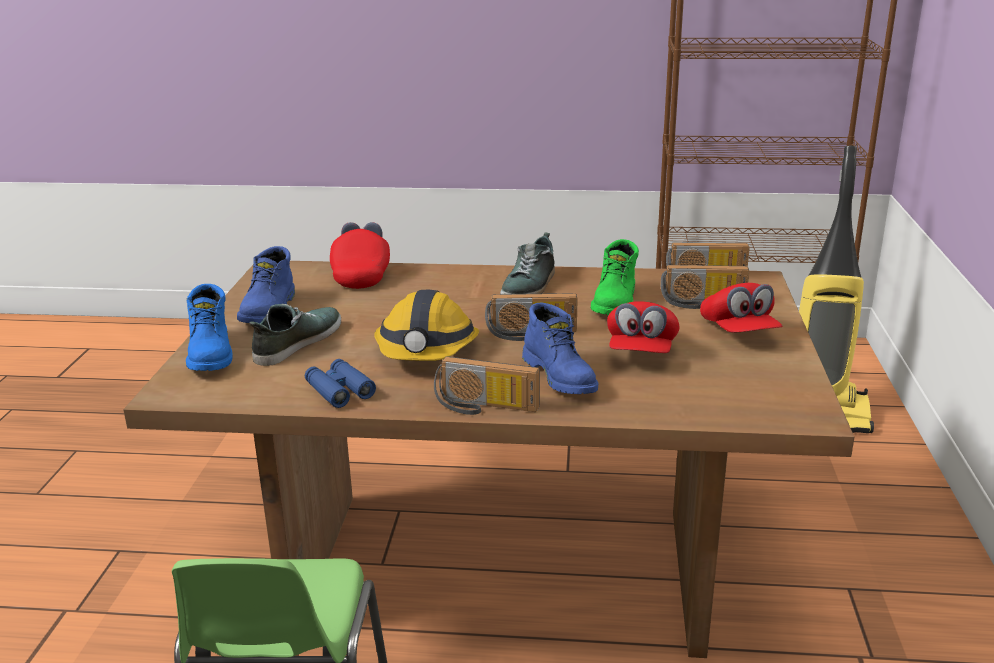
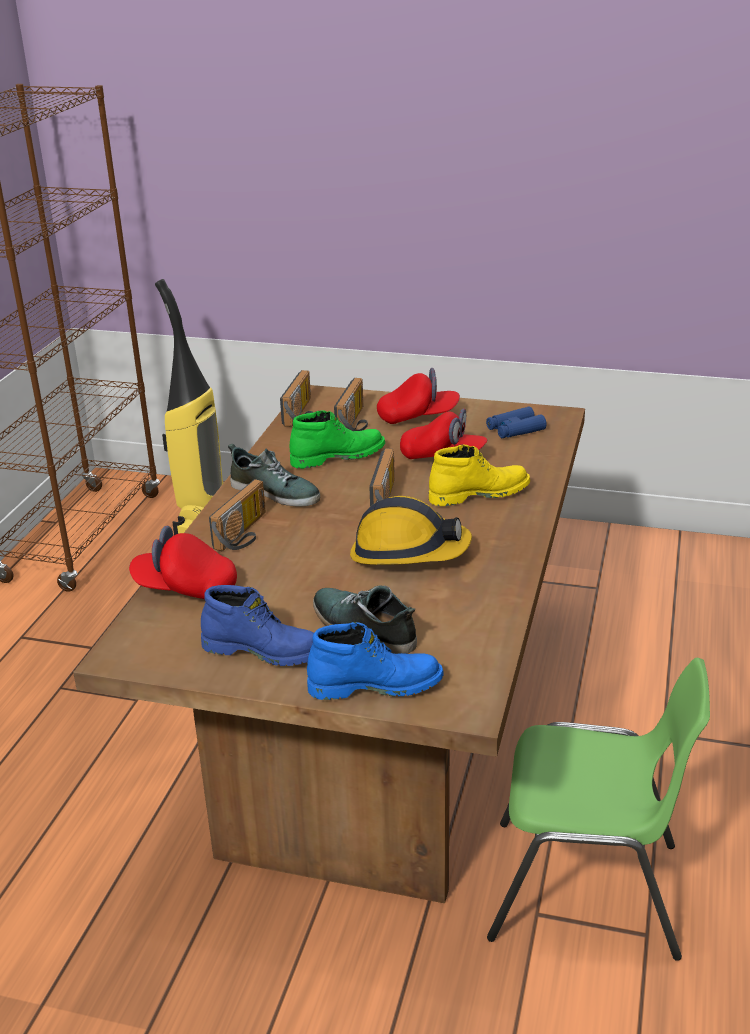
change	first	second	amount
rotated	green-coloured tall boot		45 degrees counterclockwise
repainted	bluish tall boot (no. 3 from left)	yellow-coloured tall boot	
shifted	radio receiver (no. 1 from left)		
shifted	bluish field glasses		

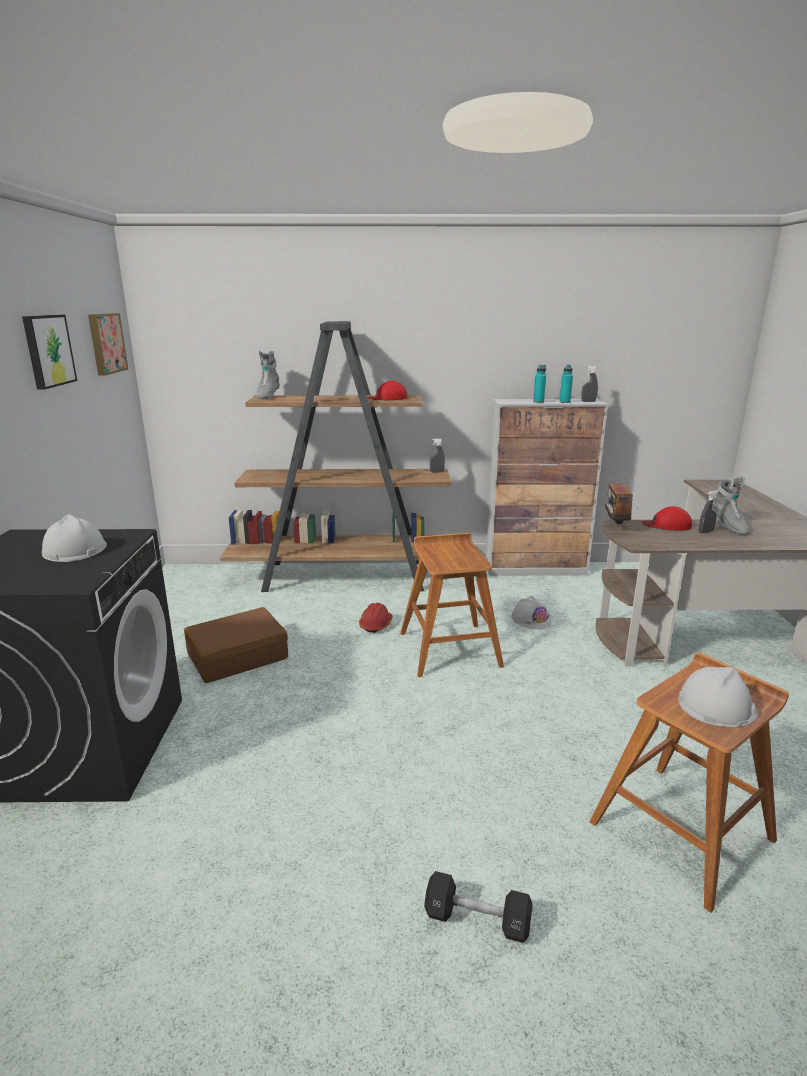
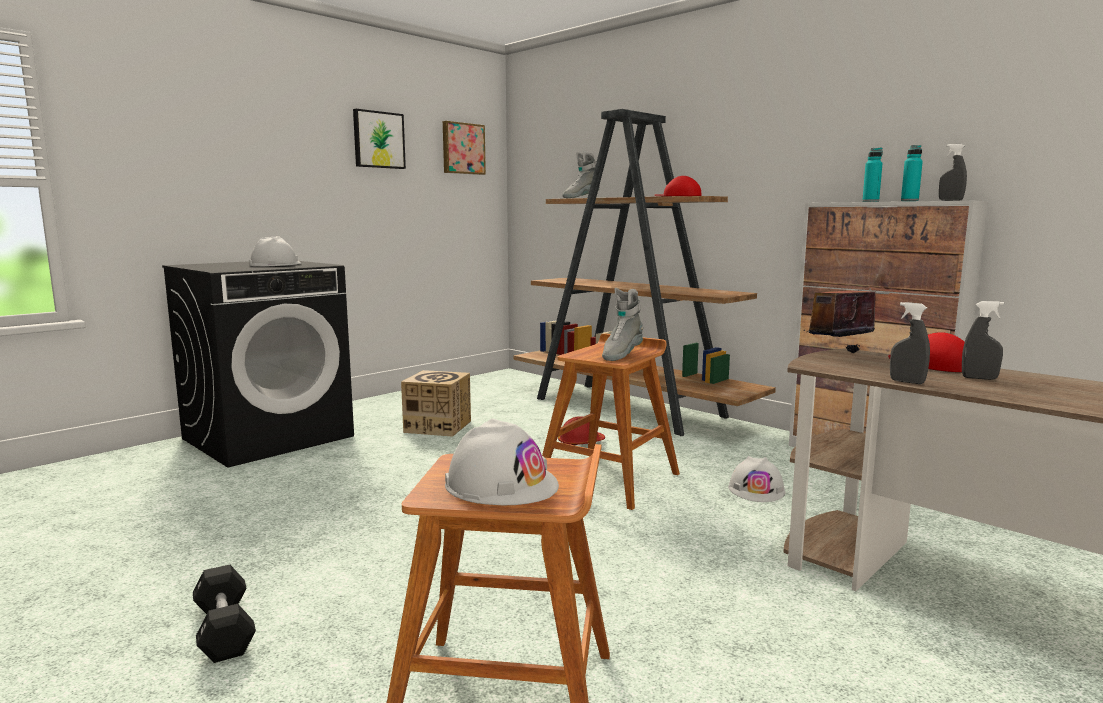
change	first	second	amount
shifted	gray sprayer (no. 1 from left)		
shifted	gray tall boot (no. 2 from left)		
swapped	brown-coloured piece of luggage	cardboard box	

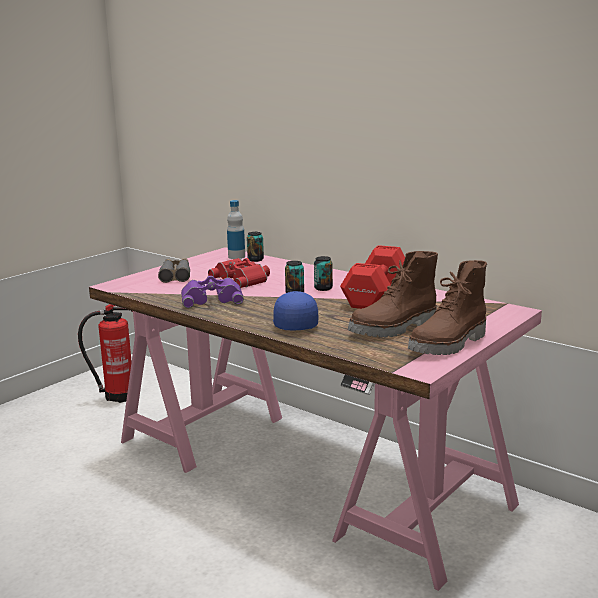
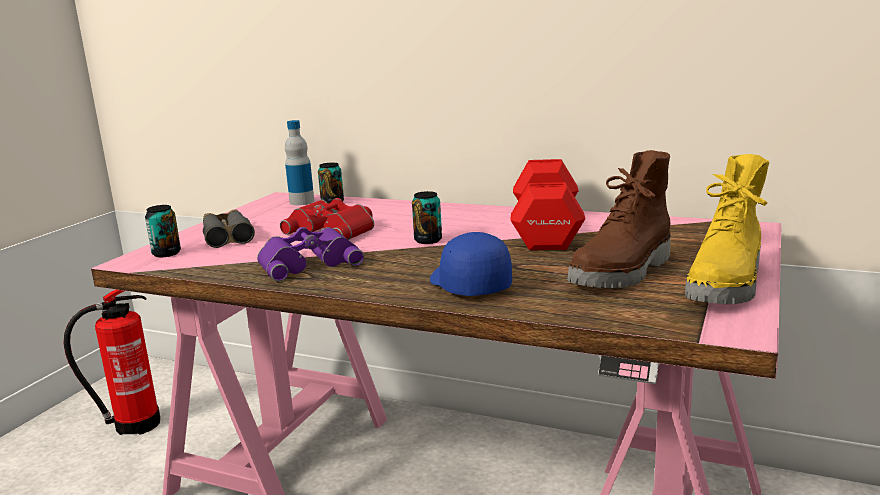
change	first	second	amount
shifted	can (no. 3 from left in the first image)	can (no. 1 from left)	
repainted	brown-coloured tall boot (no. 2 from left)	yellow-coloured tall boot	

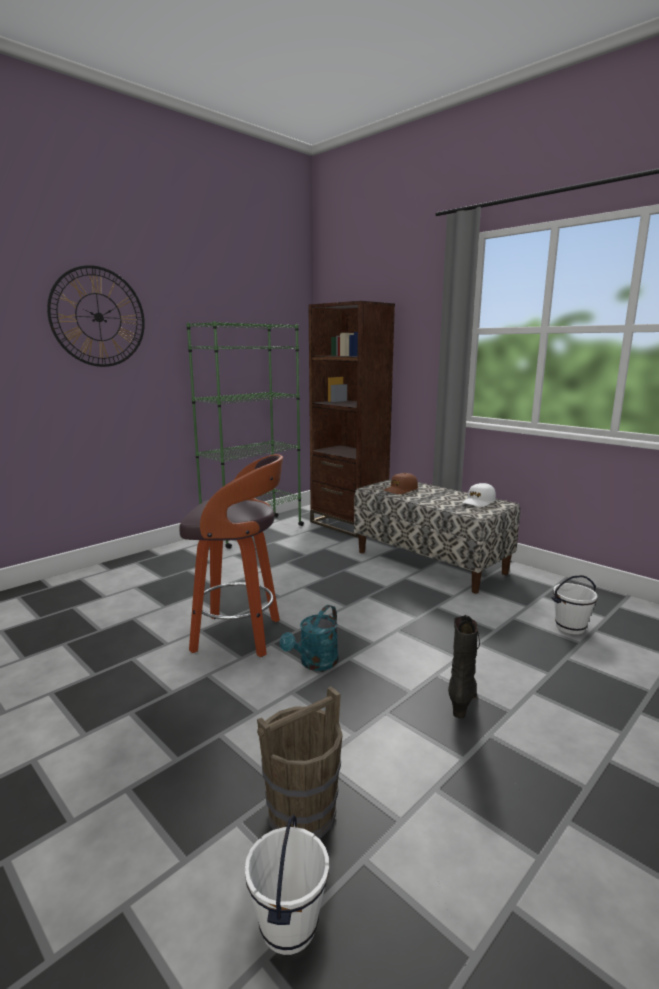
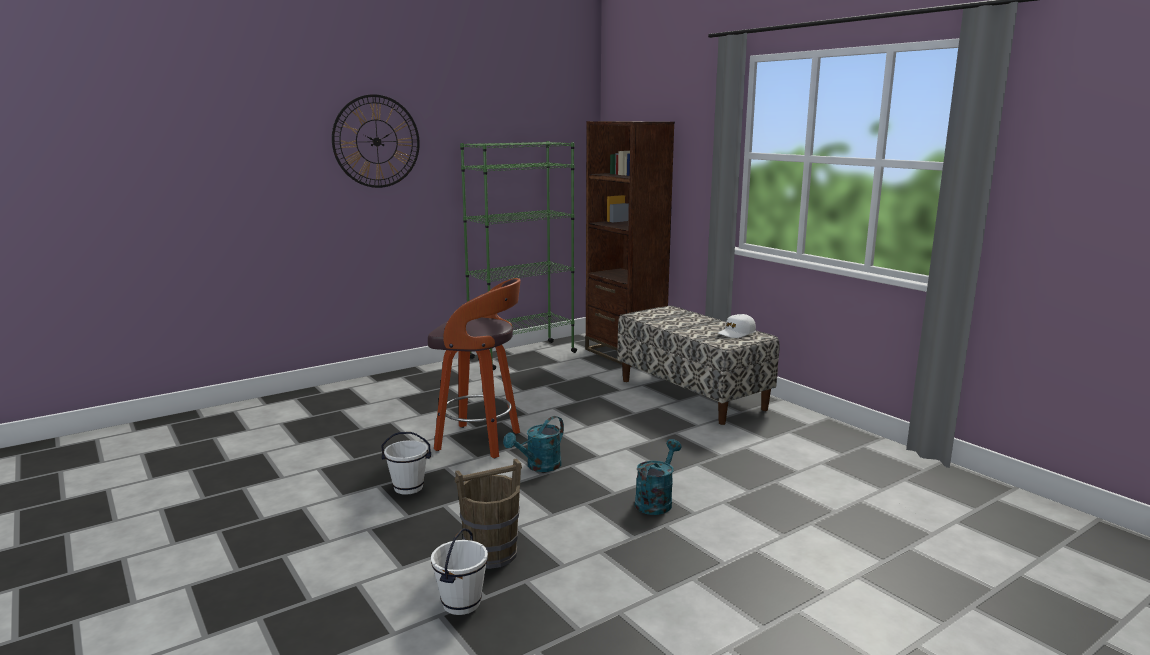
change	first	second	amount
gone	brown-coloured cap		
shifted	white pail (no. 2 from left in the first image)	white pail (no. 1 from left)	
swapped	black tall boot	turquoise watering can (no. 2 from left)	

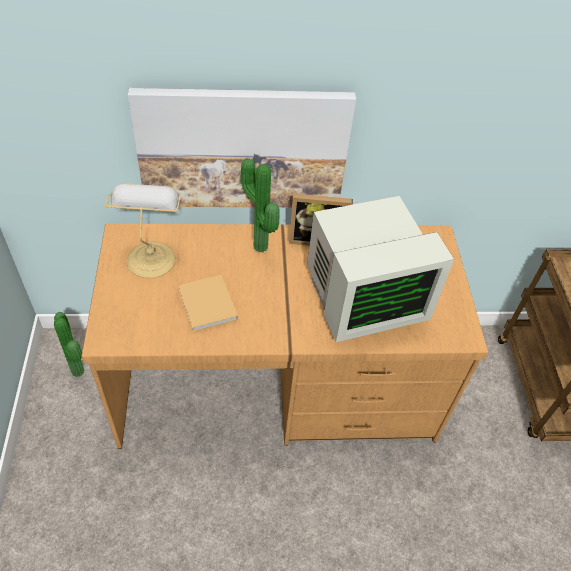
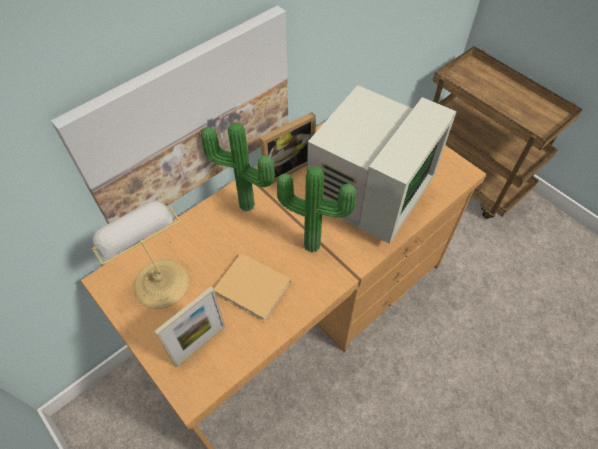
change	first	second	amount
shifted	houseplant (no. 1 from left in the first image)	houseplant (no. 2 from left)	
new		standing frame (no. 1 from left)	

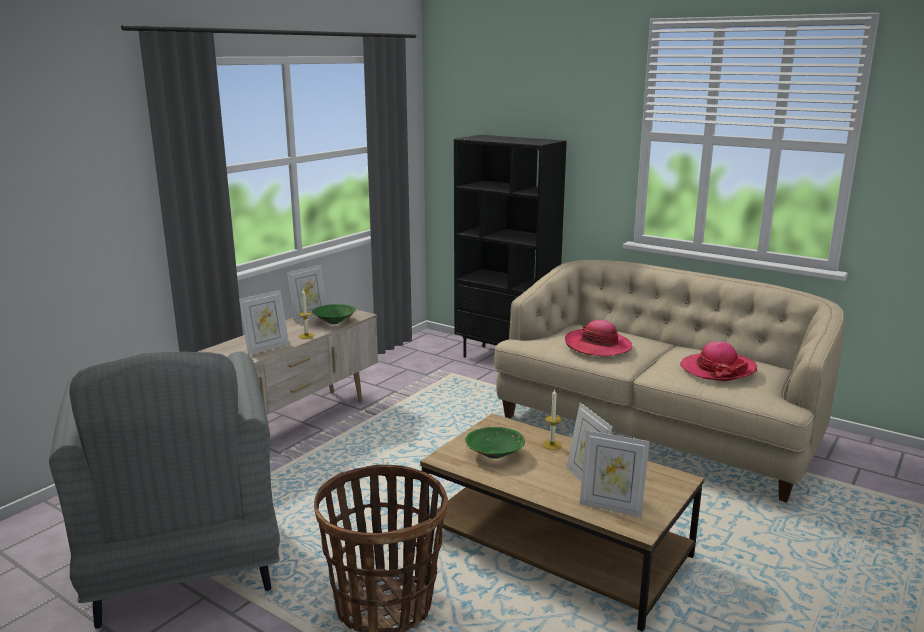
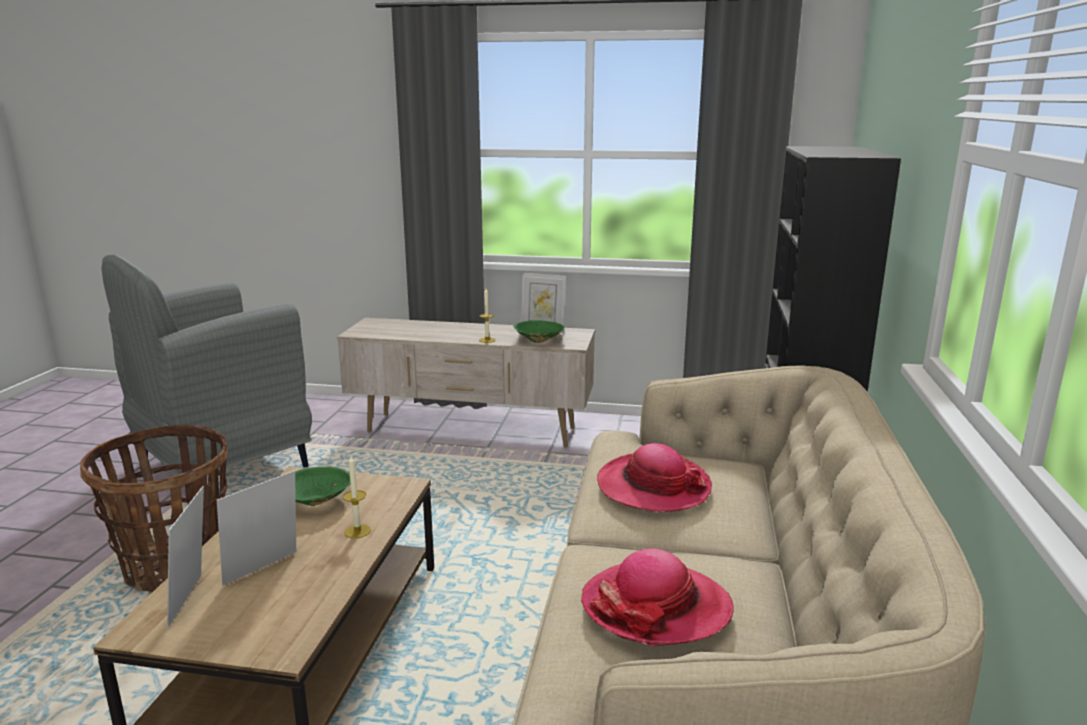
change	first	second	amount
gone	standing frame (no. 1 from left)		

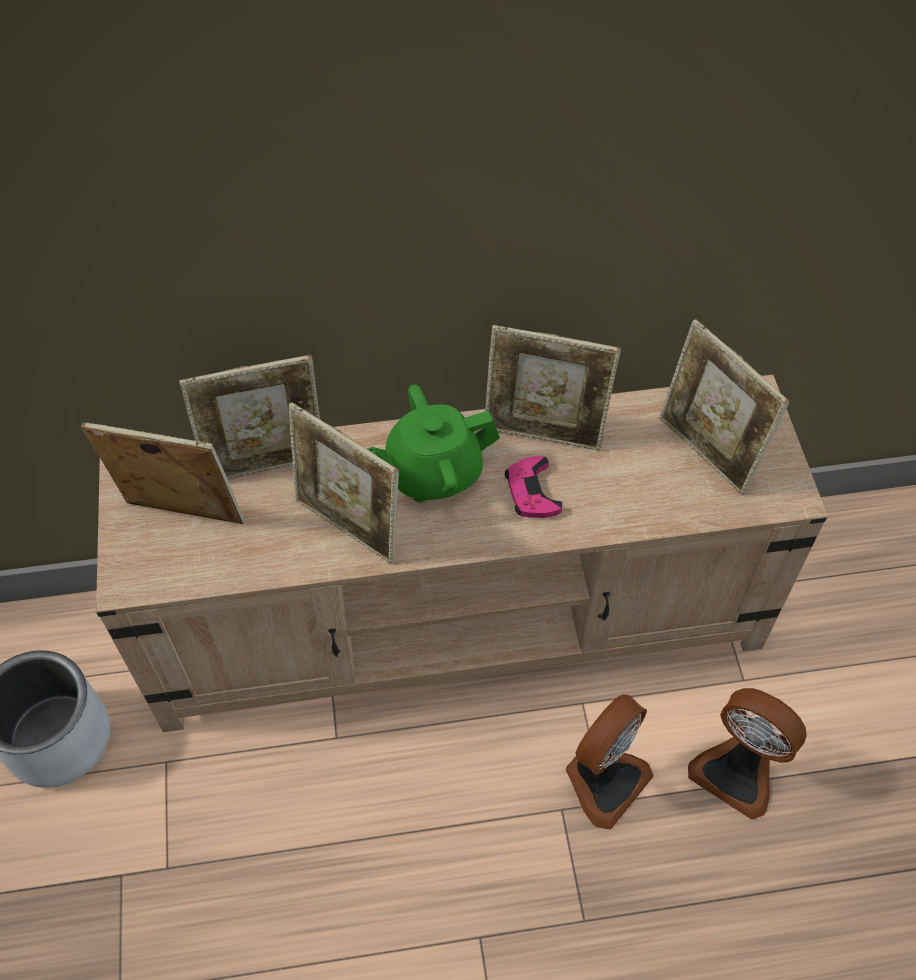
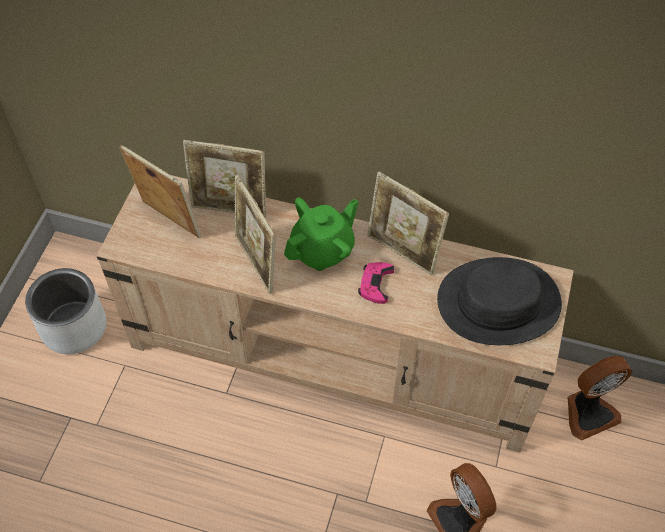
change	first	second	amount
swapped	standing frame (no. 5 from left)	black wearable hat	
rotated	green-coloured pot for tea		135 degrees clockwise
shifted	cooling fan (no. 1 from left in the first image)	cooling fan (no. 2 from left)	

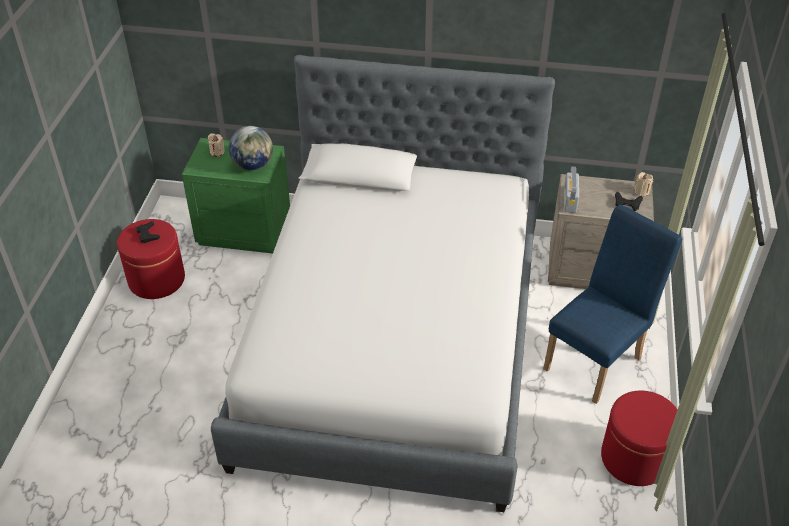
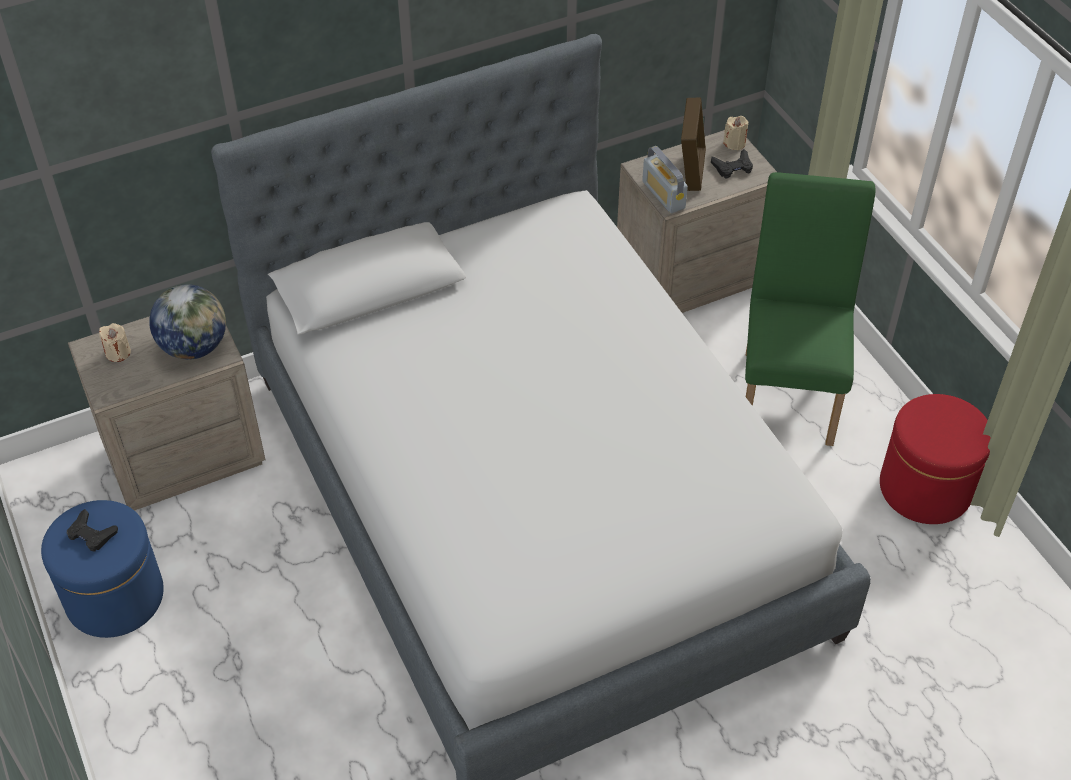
change	first	second	amount
repainted	green-coloured nightstand	beige nightstand (no. 1 from left)	
repainted	bluish upright chair	green-coloured upright chair	
repainted	red-coloured pouffe (no. 1 from left)	bluish pouffe	
new		standing frame	

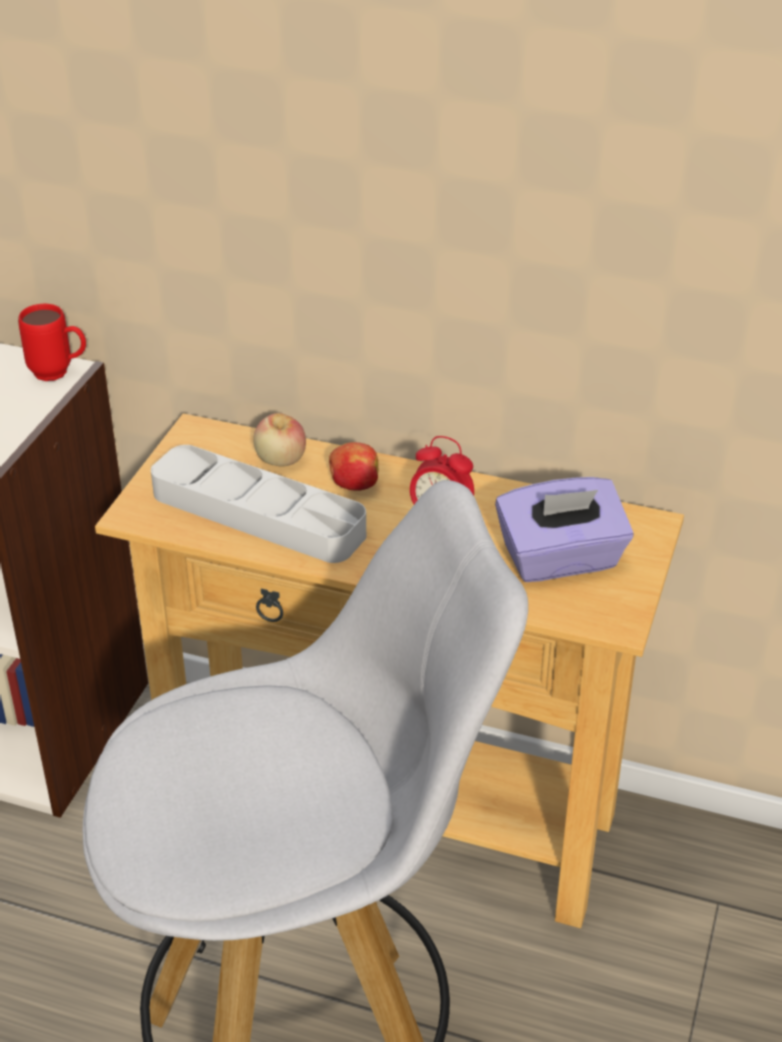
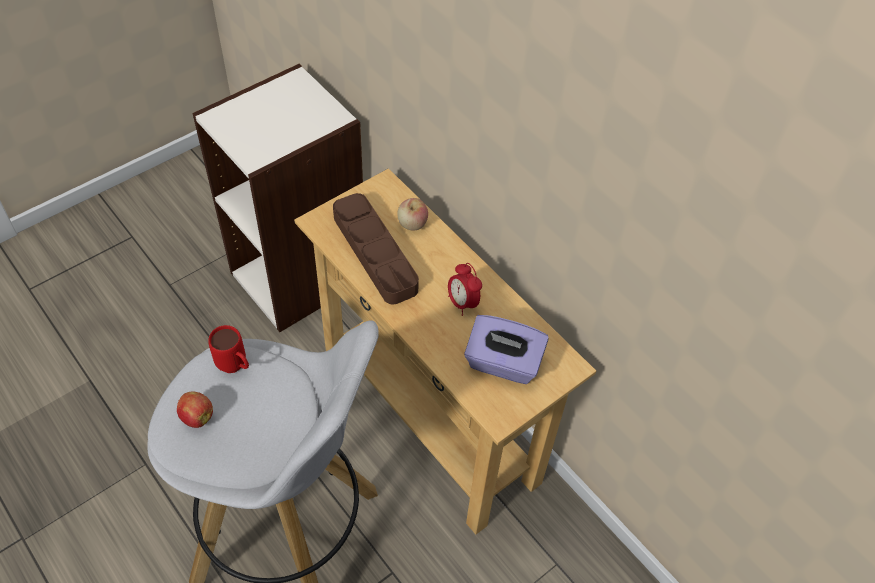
change	first	second	amount
shifted	red-coloured mug		
shifted	apple (no. 2 from left in the first image)	apple (no. 1 from left)	
repainted	gray tray	brown-coloured tray	

